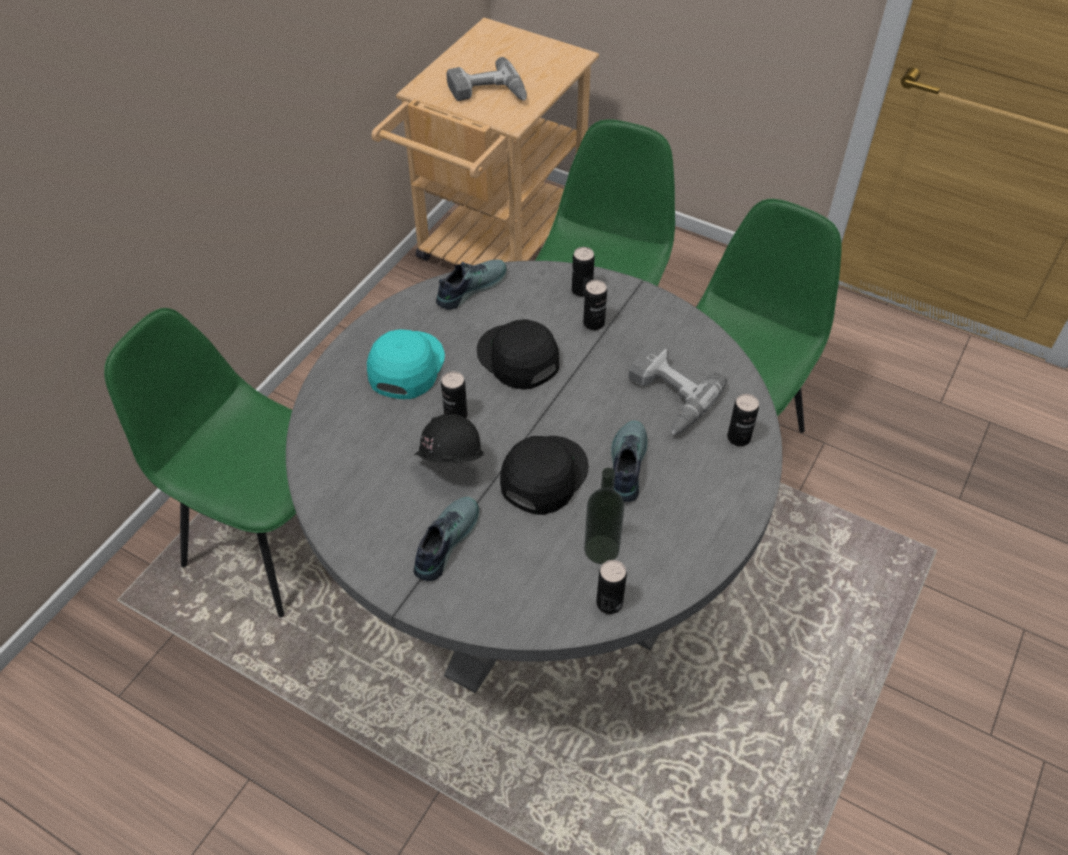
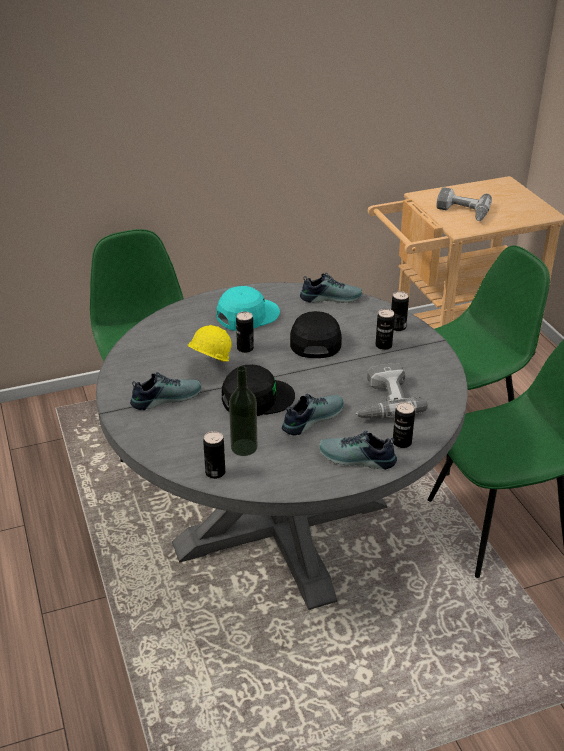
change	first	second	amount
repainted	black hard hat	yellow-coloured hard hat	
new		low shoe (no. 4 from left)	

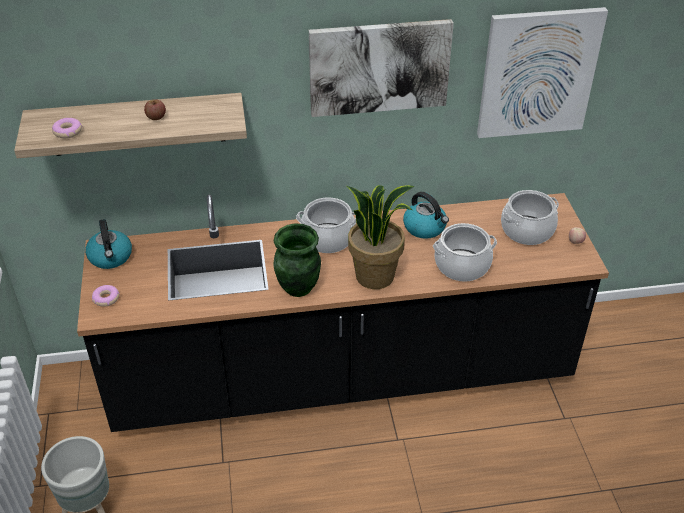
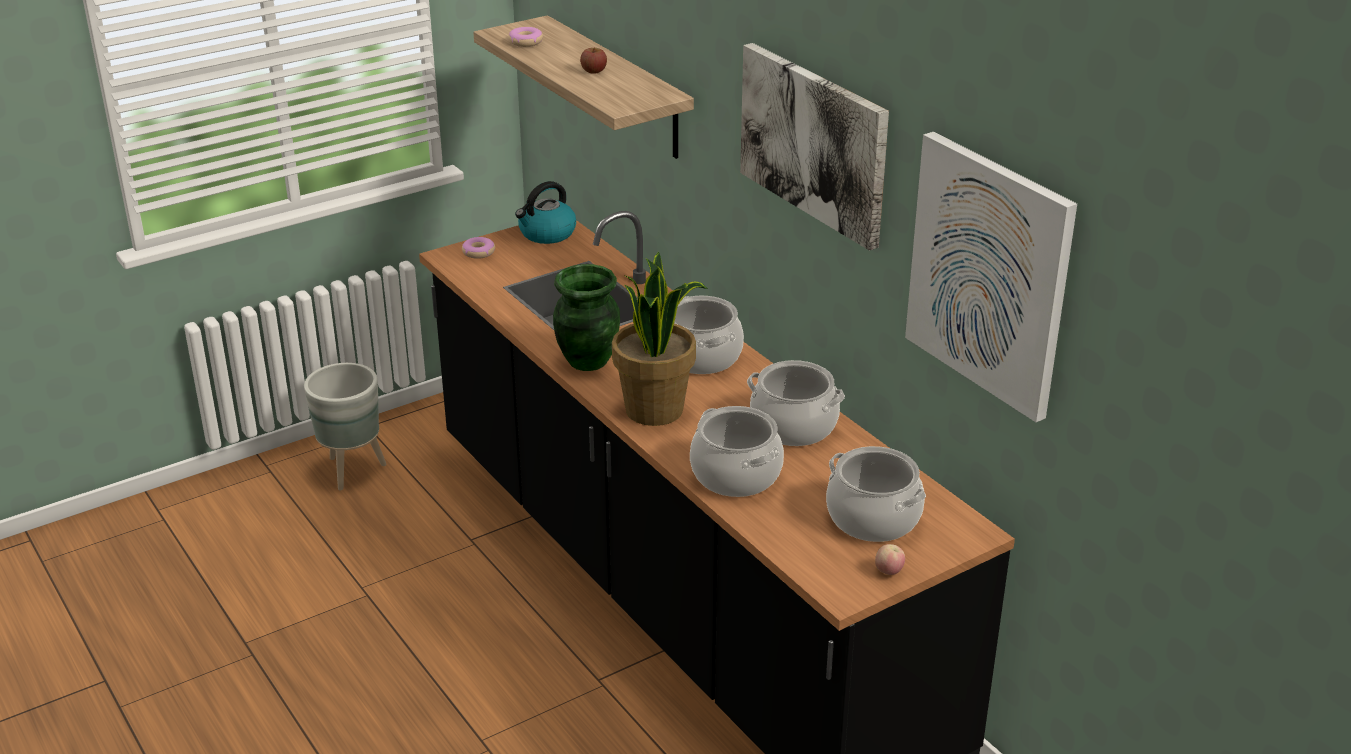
change	first	second	amount
swapped	kettle (no. 2 from left)	cooking pot (no. 3 from left)	

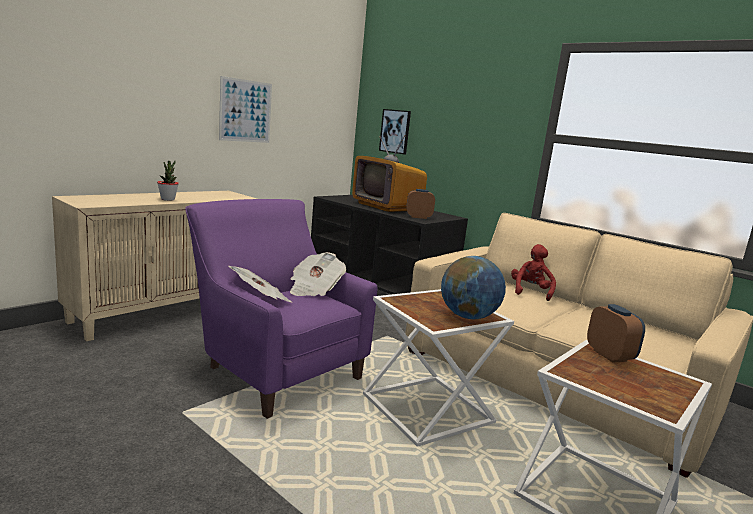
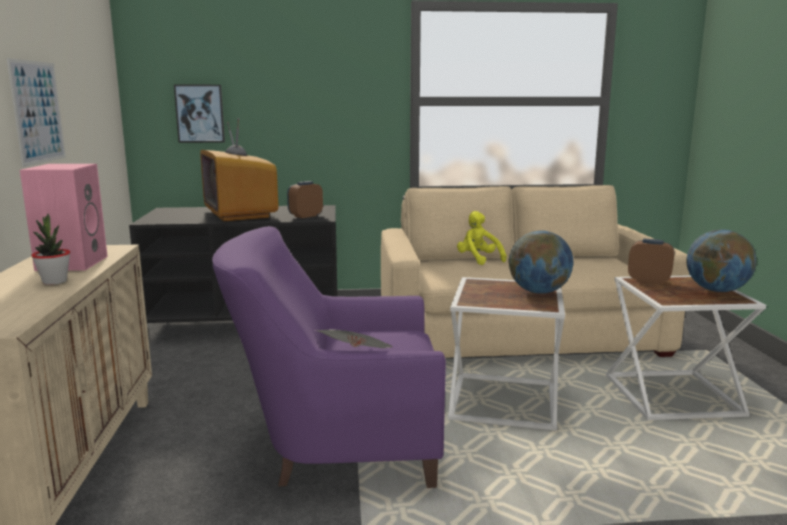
change	first	second	amount
rotated	TV		60 degrees clockwise
repainted	red-coloured cuddly toy	yellow-coloured cuddly toy	
gone	newspaper (no. 2 from left)		
new		pinkish loudspeaker	
new		desk globe (no. 2 from left)	

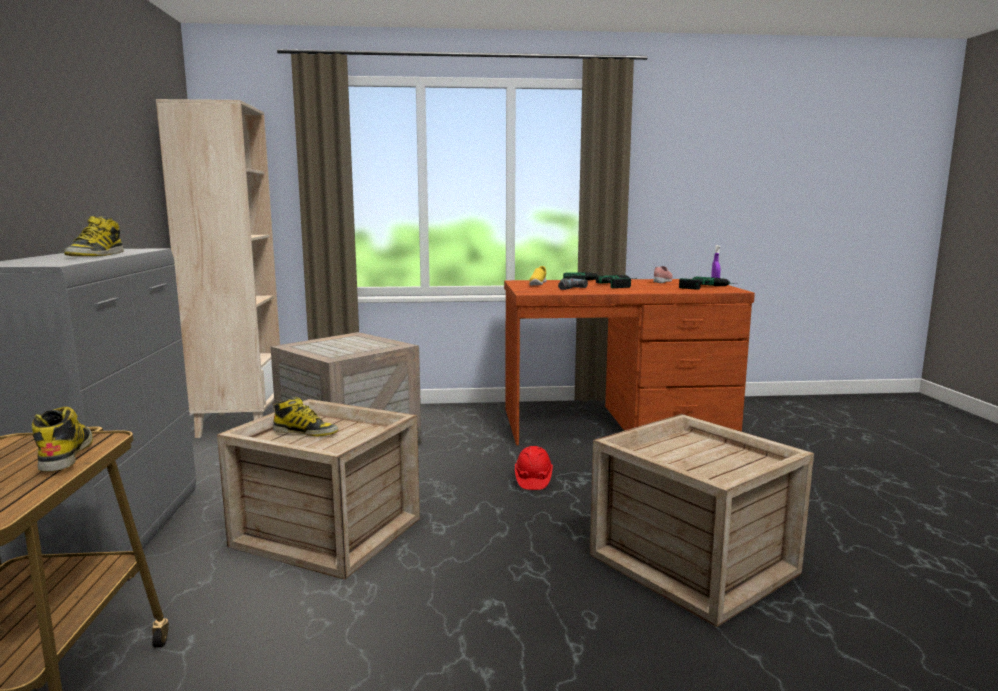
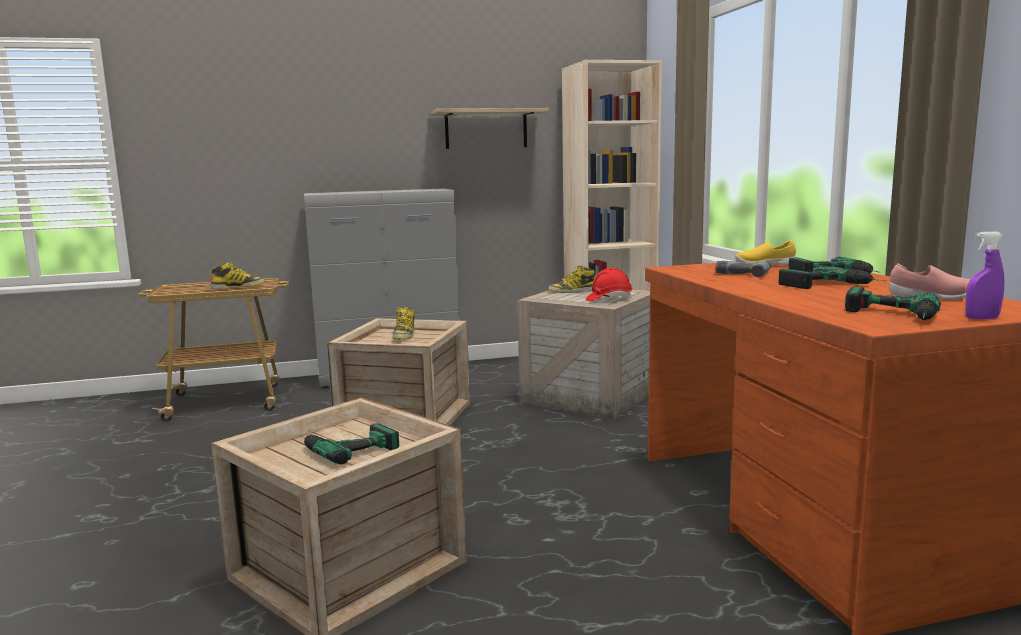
change	first	second	amount
shifted	tall boot (no. 2 from left in the first image)	tall boot (no. 3 from left)	
shifted	red-coloured hard hat		
new		shelf	
new		drill (no. 1 from left)	

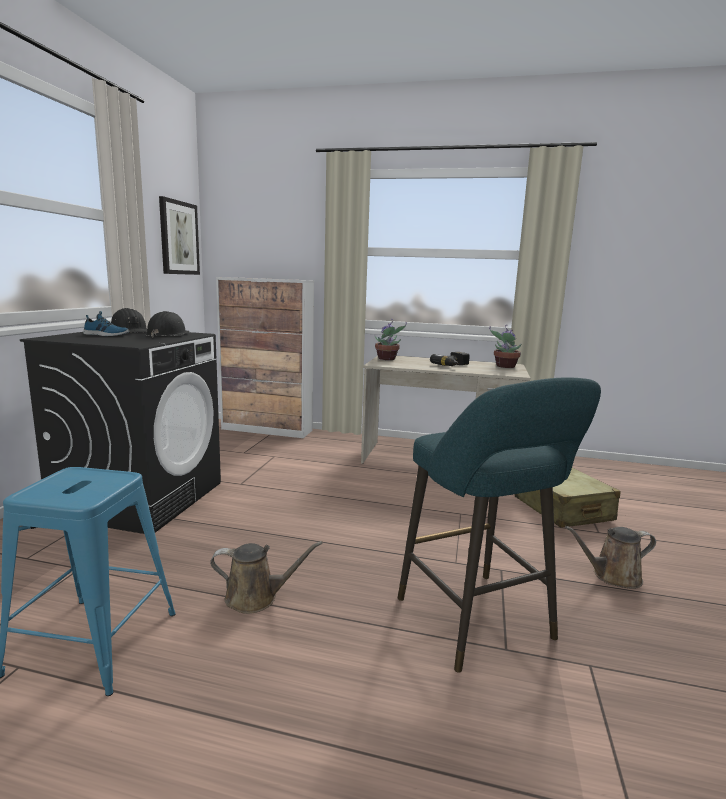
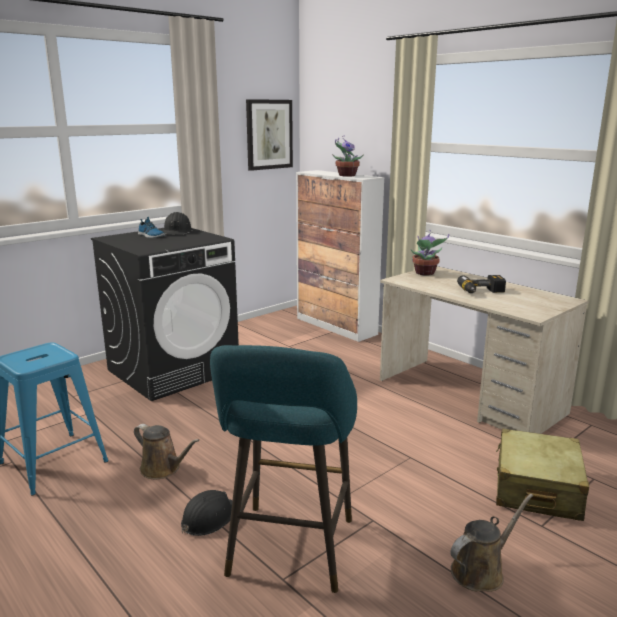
change	first	second	amount
shifted	black hard hat (no. 2 from left)		
shifted	houseplant (no. 2 from left in the first image)	houseplant (no. 1 from left)	
rotated	brown-coloured watering can (no. 2 from left)		120 degrees clockwise

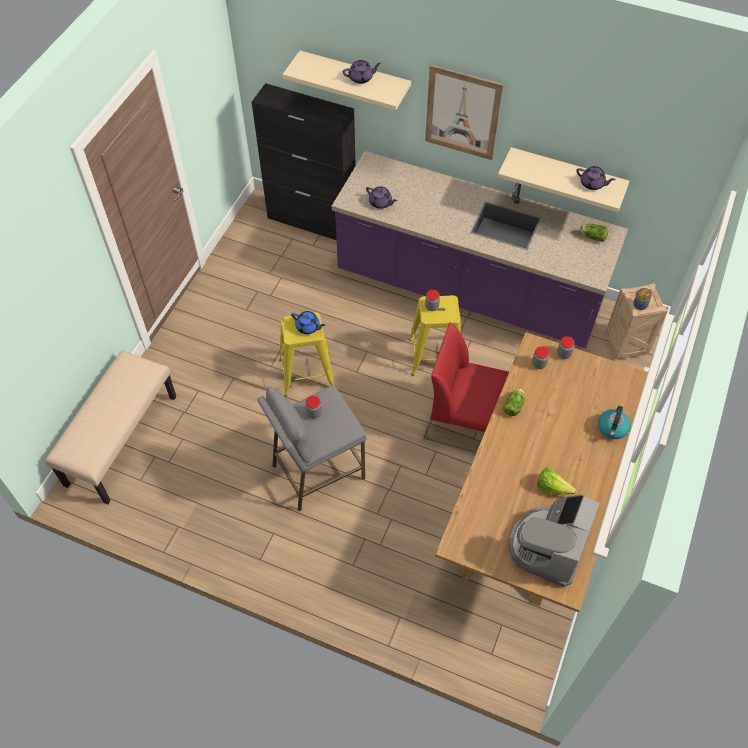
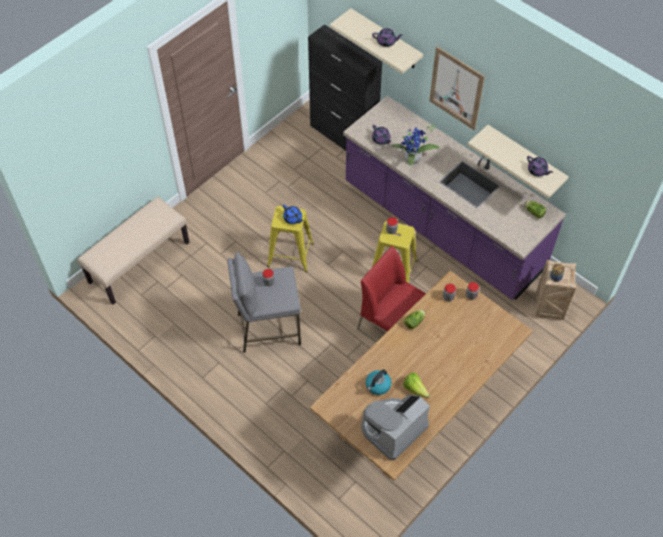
change	first	second	amount
shifted	kettle		
new		houseplant	

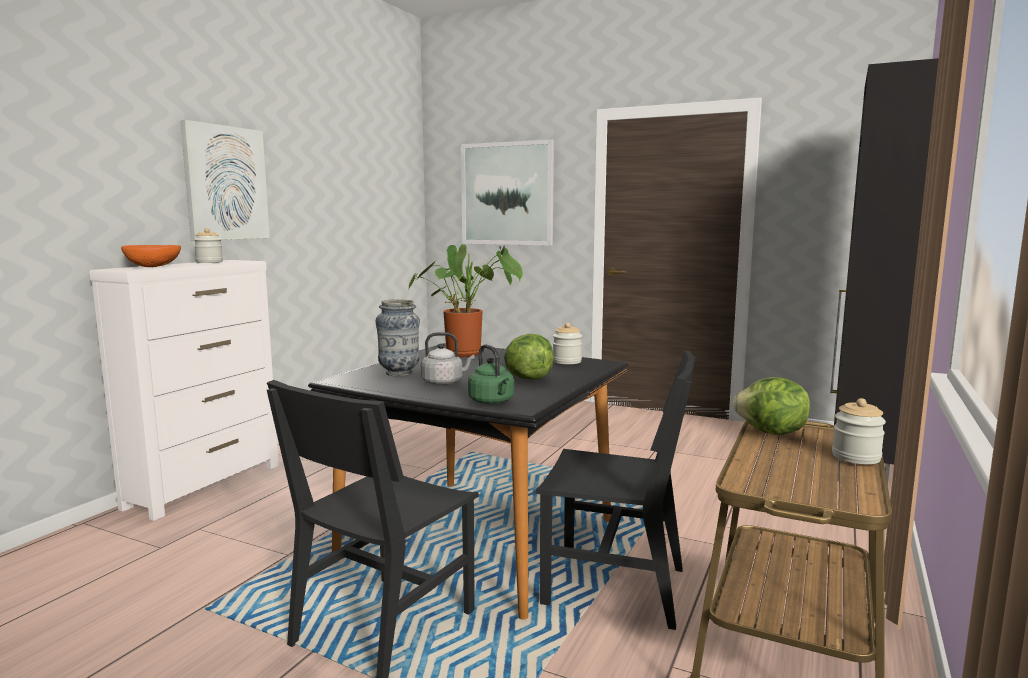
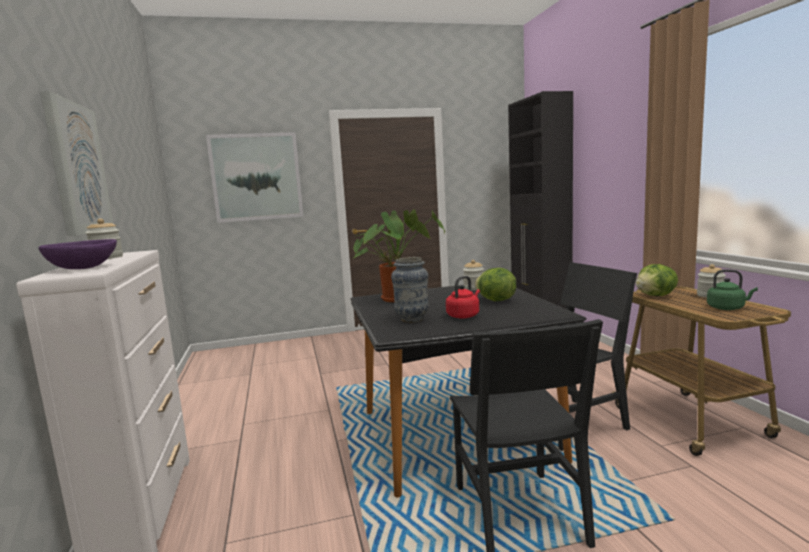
change	first	second	amount
repainted	orange bowl	purple bowl	
repainted	gray kettle	red-coloured kettle	
shifted	green-coloured kettle		

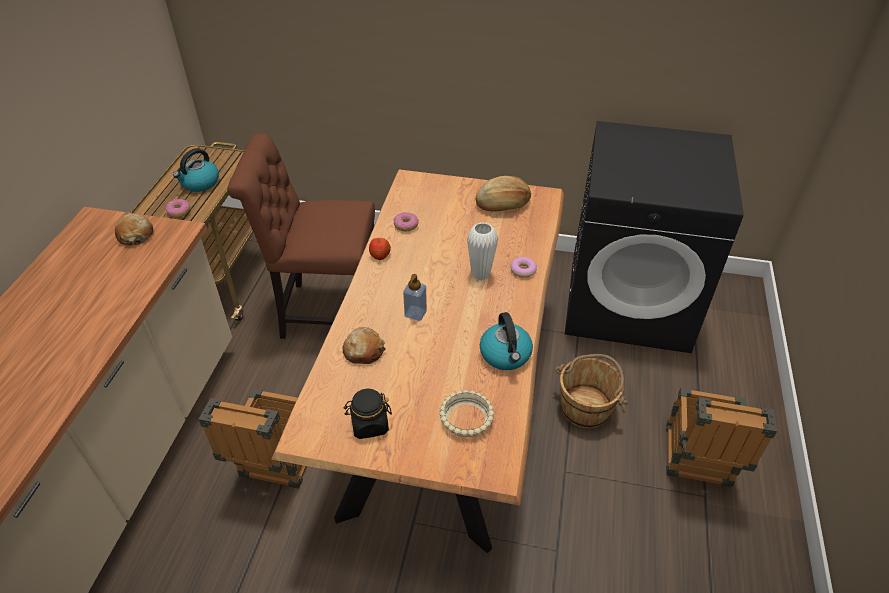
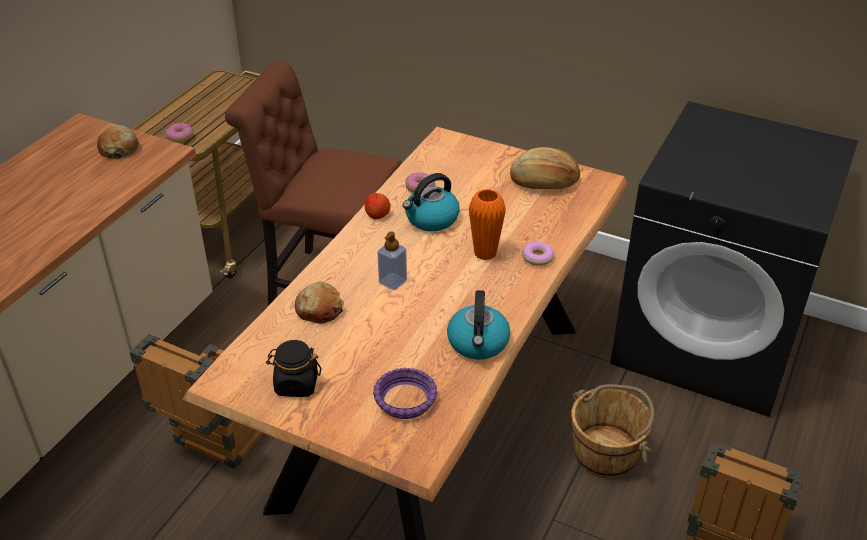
change	first	second	amount
shifted	kettle (no. 1 from left)		
repainted	white flower vase	orange flower vase	
repainted	beige bowl	purple bowl	

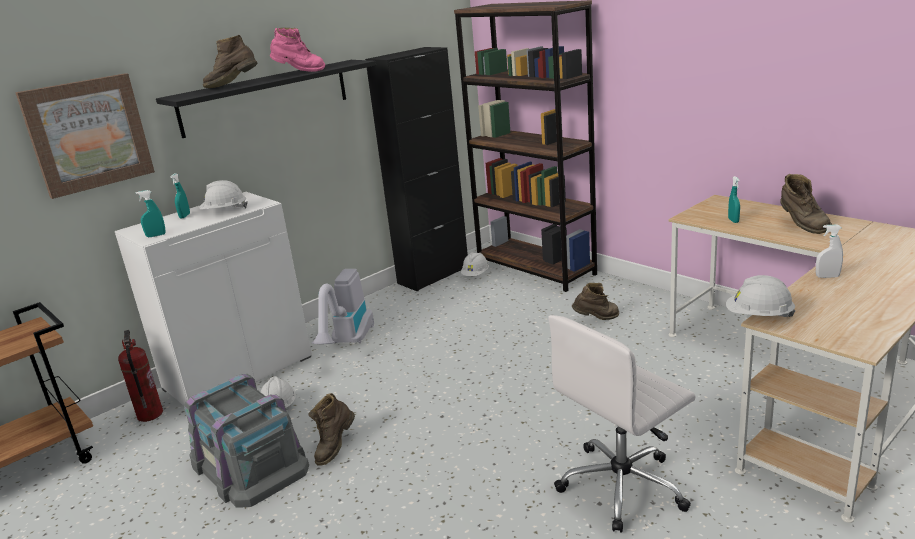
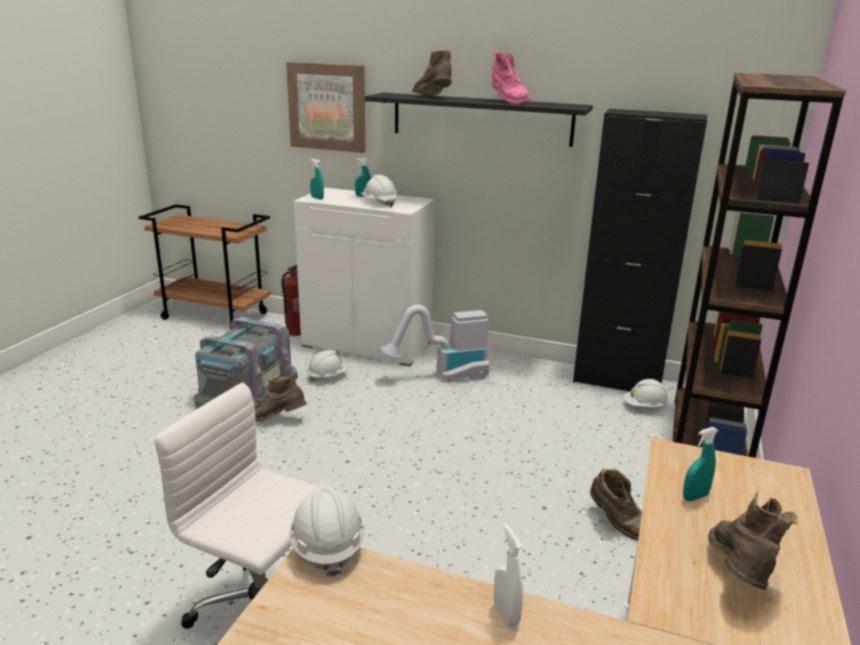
change	first	second	amount
rotated	brown-coloured tall boot (no. 4 from left)		150 degrees clockwise

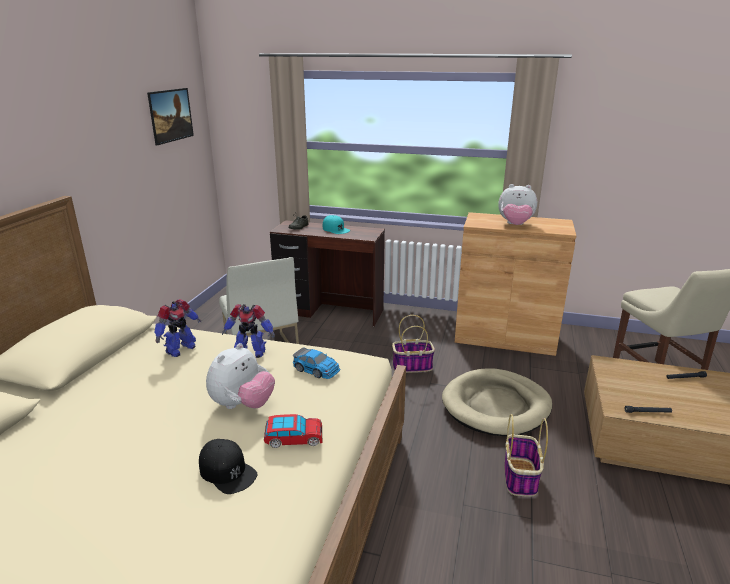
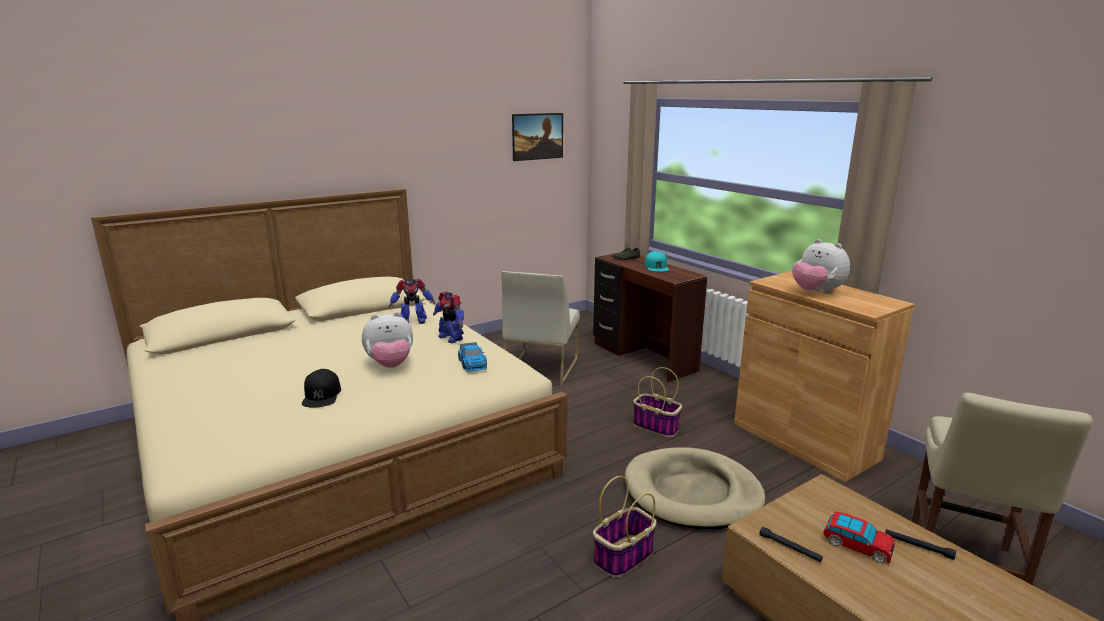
change	first	second	amount
shifted	model car (no. 1 from left in the first image)	model car (no. 2 from left)	

